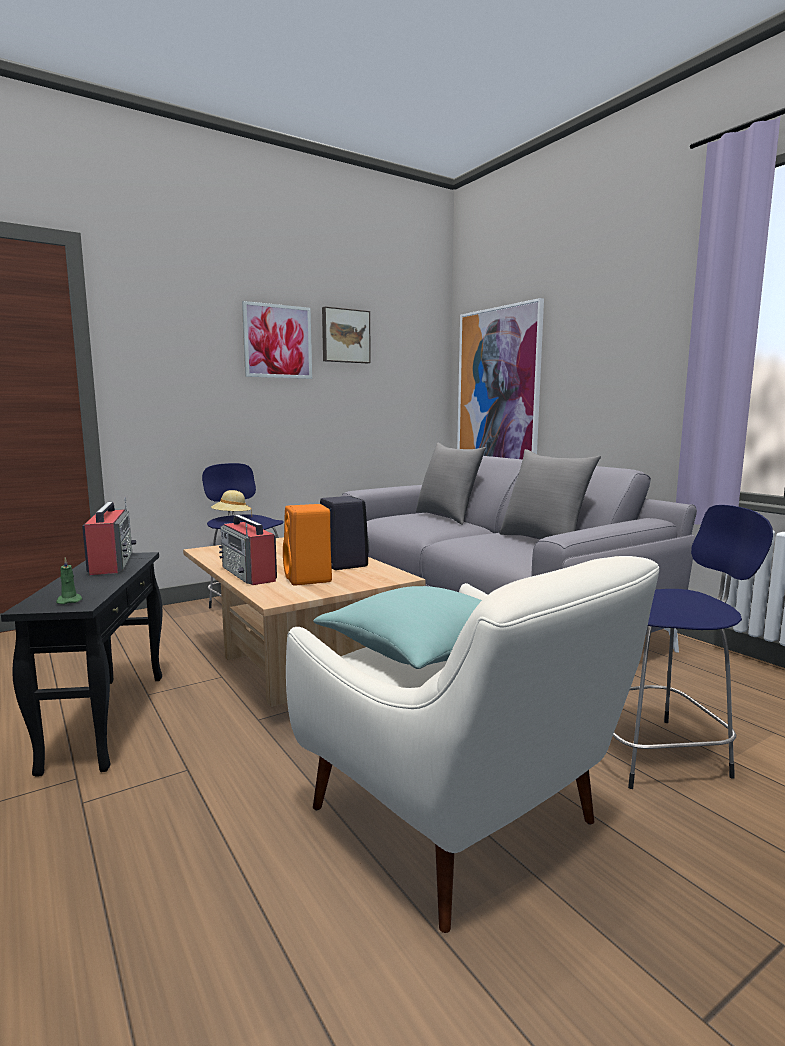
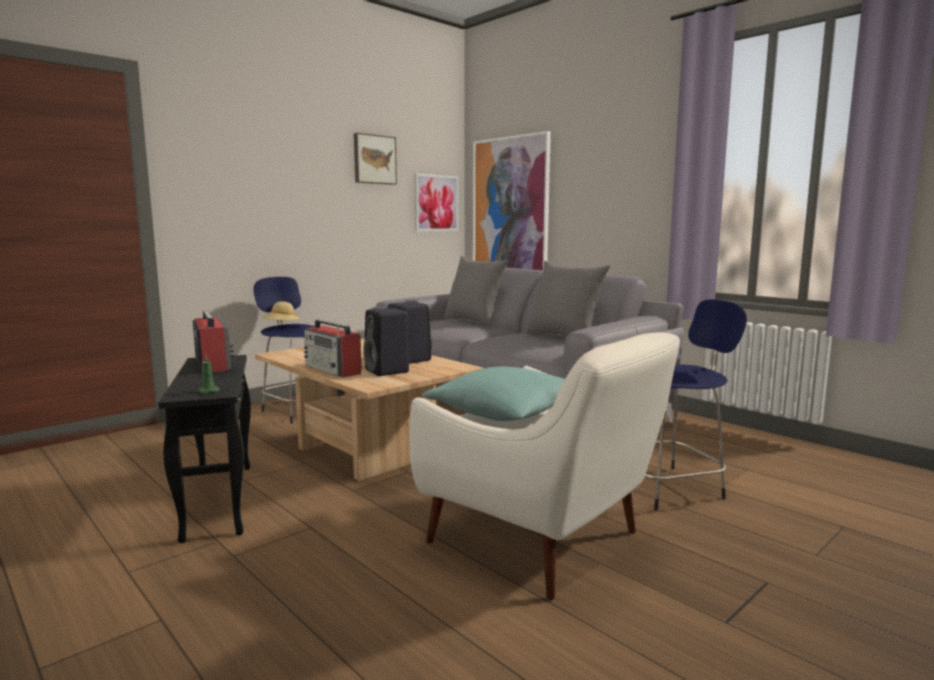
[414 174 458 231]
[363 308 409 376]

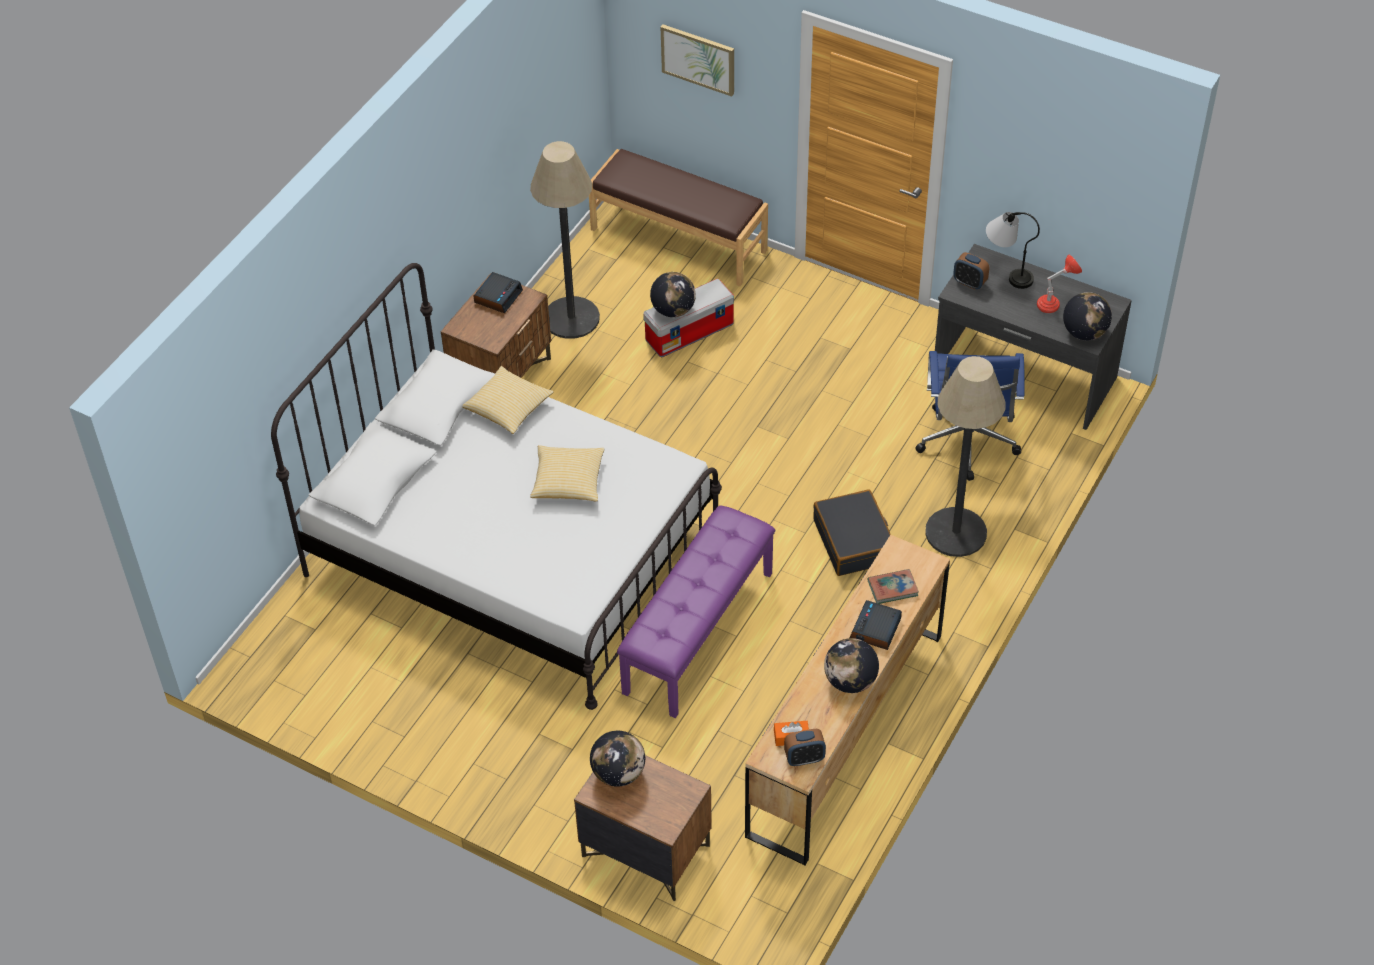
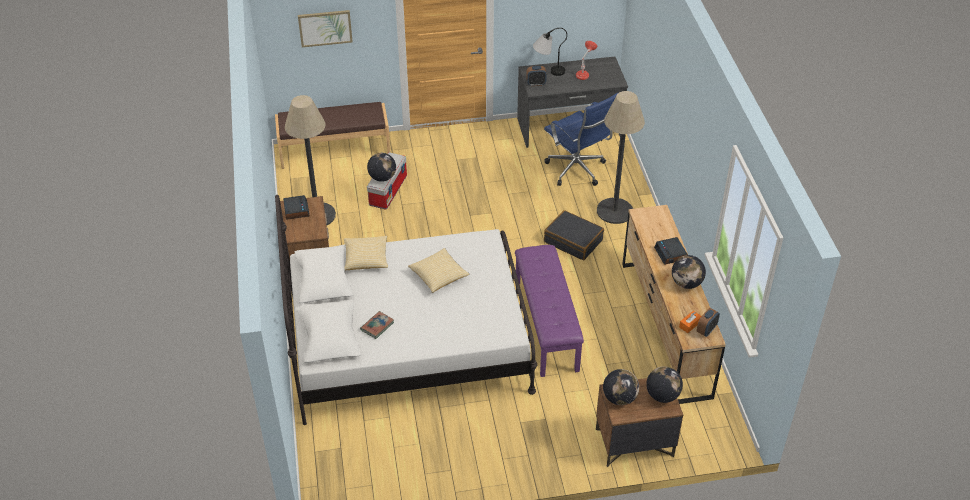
[360 311 394 339]
[646 366 683 403]

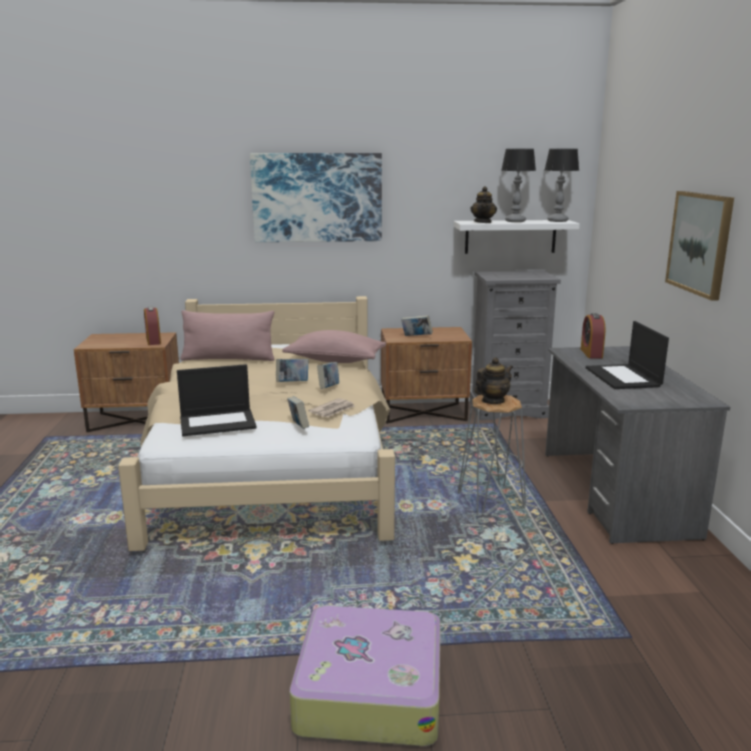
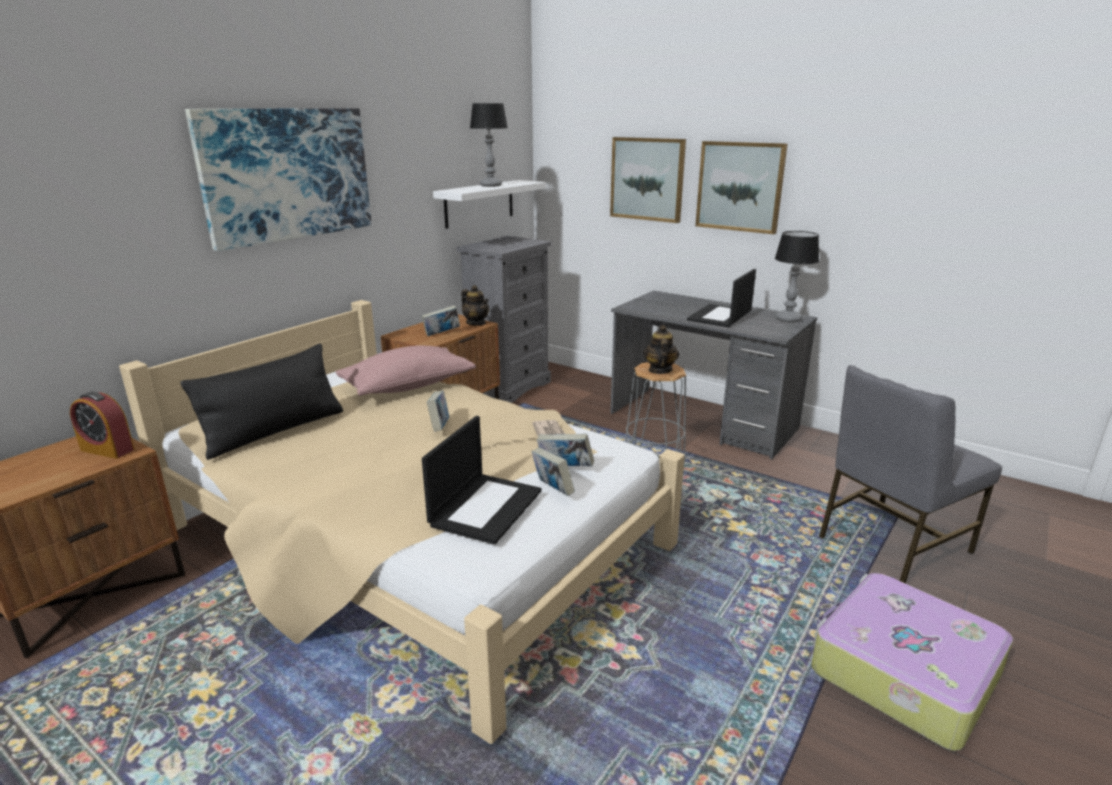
[181 344 343 460]
[531 447 575 496]
[461 285 489 325]
[775 231 819 322]
[581 313 605 358] (first image)
[687 269 756 327]
[610 137 686 223]
[819 365 1002 584]

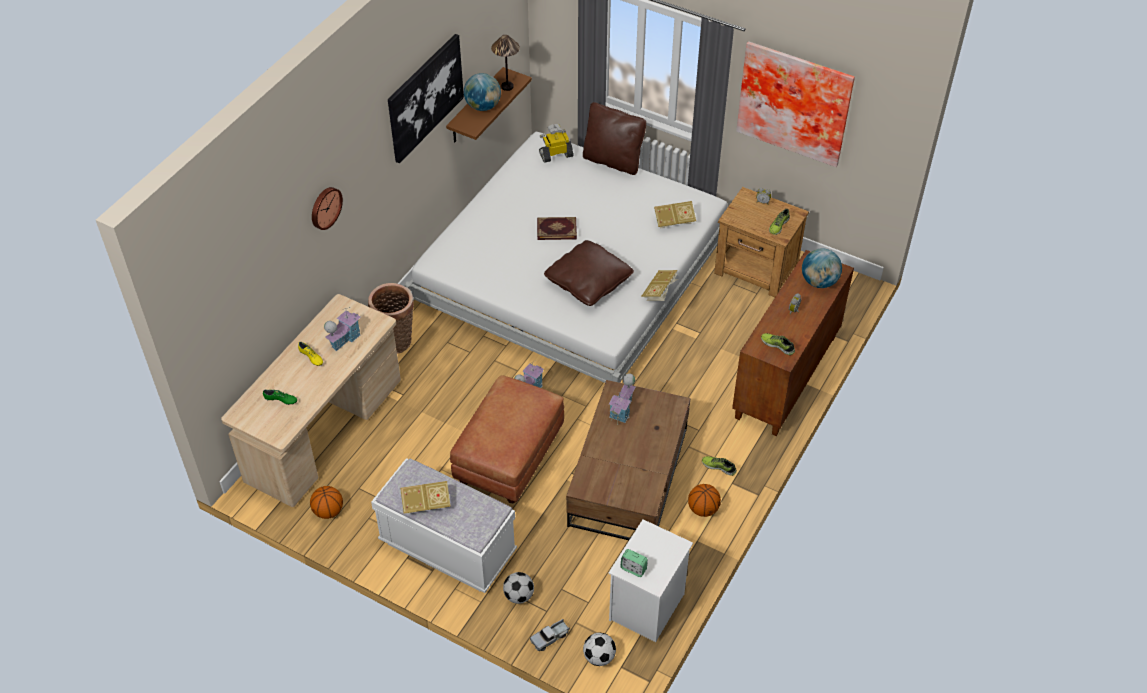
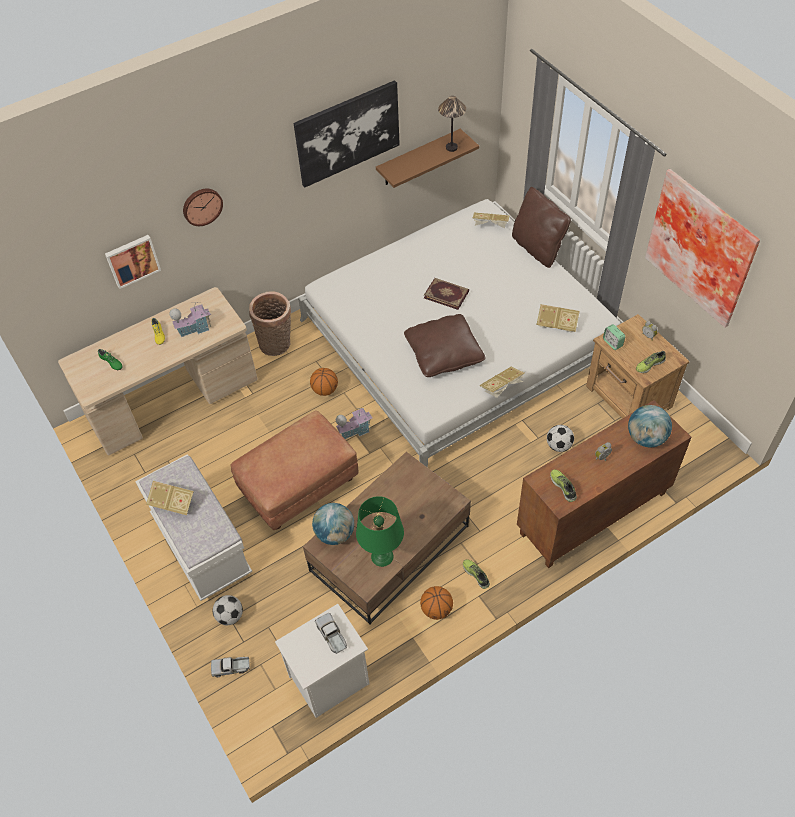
[310 368 338 396]
[312 503 354 545]
[473 213 509 228]
[547 425 574 452]
[609 373 636 425] (first image)
[603 324 625 350]
[105 235 161 289]
[315 613 347 654]
[356 496 404 567]

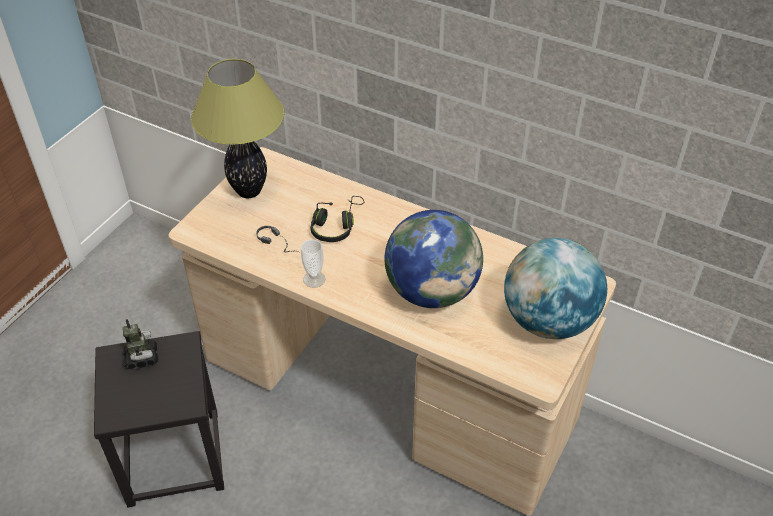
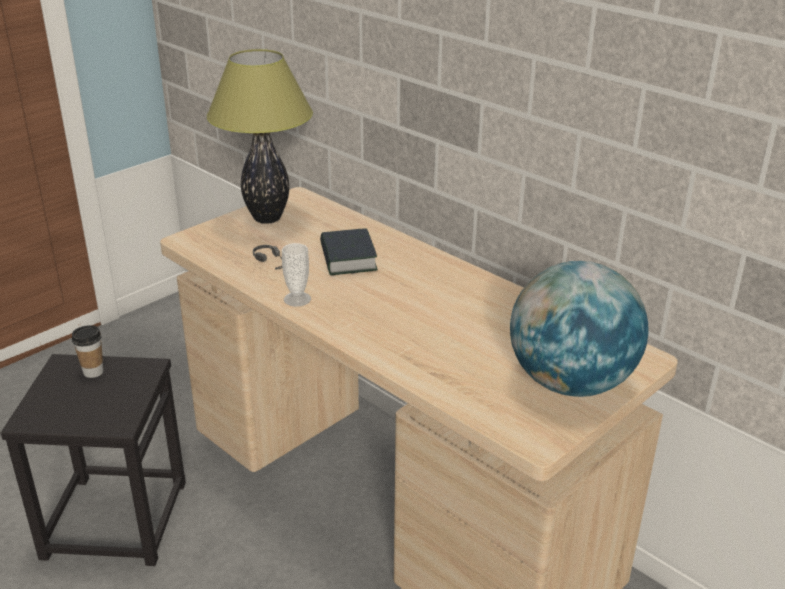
[72 325 104 378]
[320 228 378 275]
[385 210 483 308] (first image)

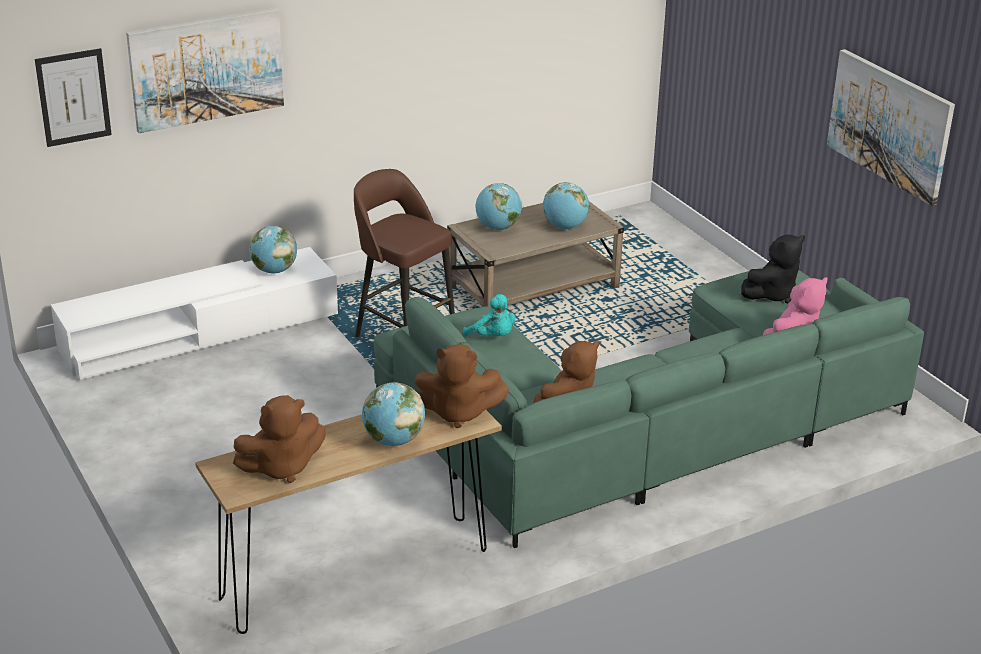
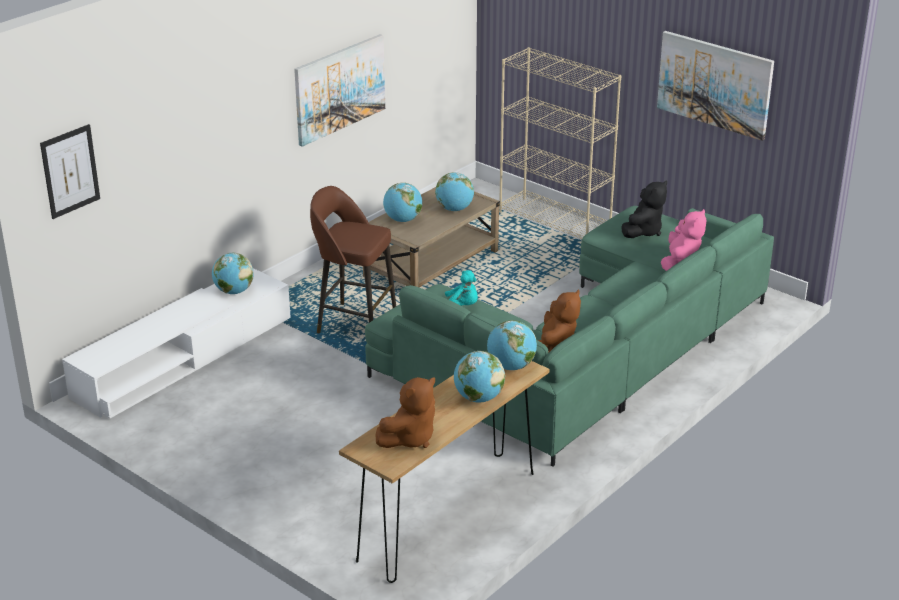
[294 34 385 147]
[487 320 537 370]
[499 47 622 239]

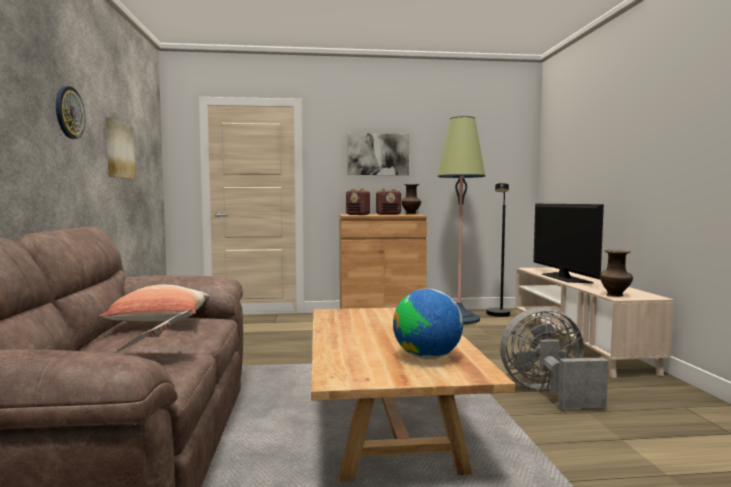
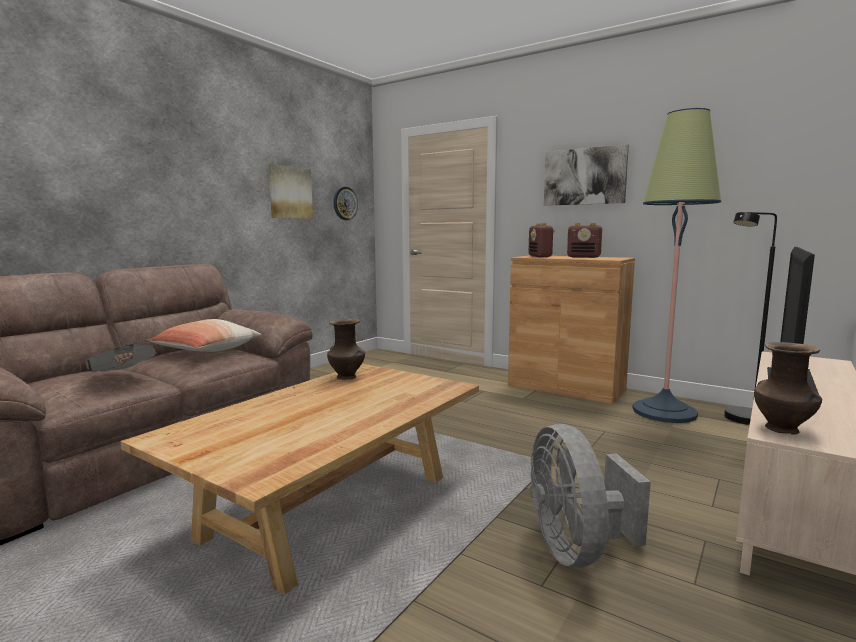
[334 187 358 220]
[393 289 463 359] (first image)
[327 318 365 380]
[530 424 651 567]

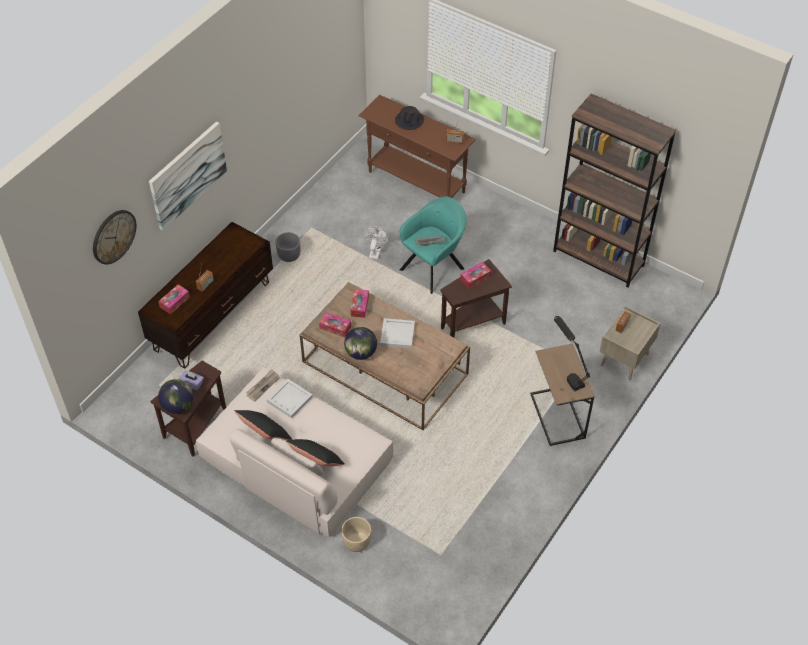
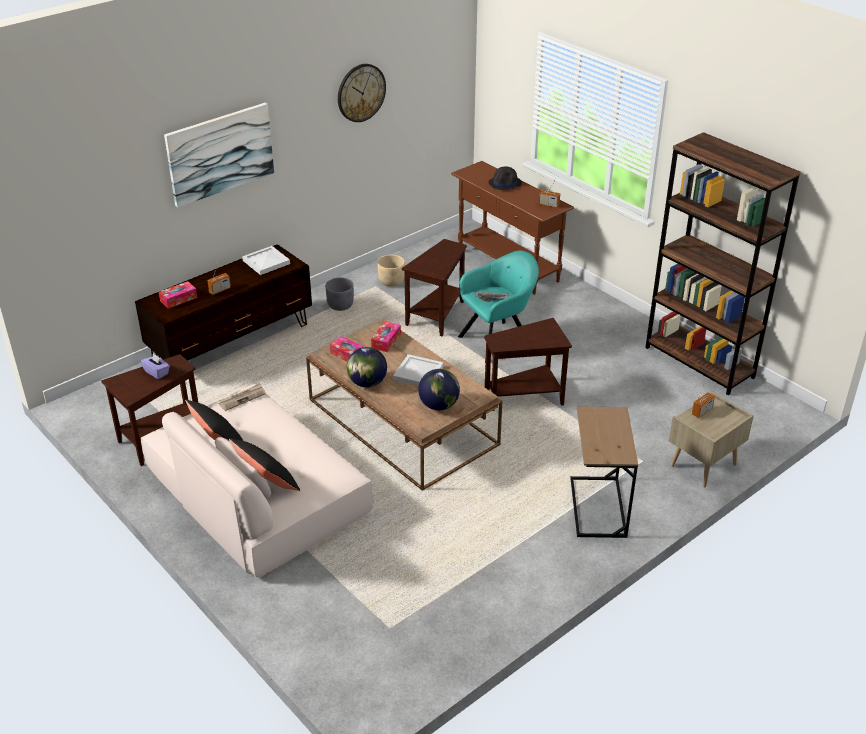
[338 64 386 122]
[418 369 460 410]
[242 246 290 275]
[377 255 405 287]
[402 239 467 336]
[460 262 491 289] (first image)
[554 316 590 392] (first image)

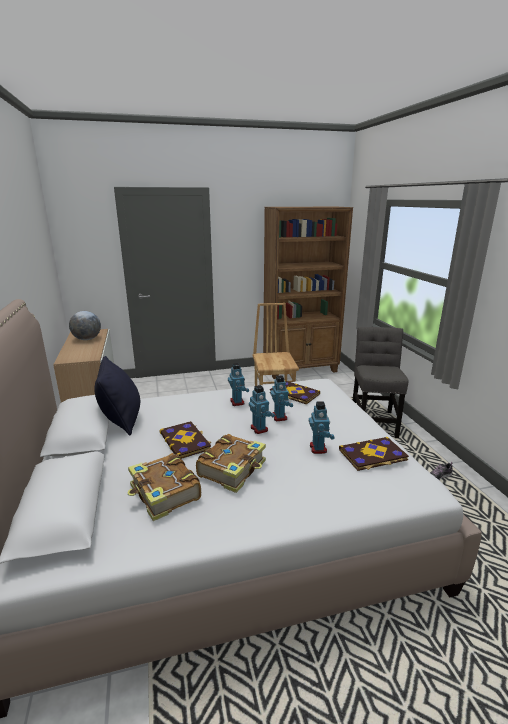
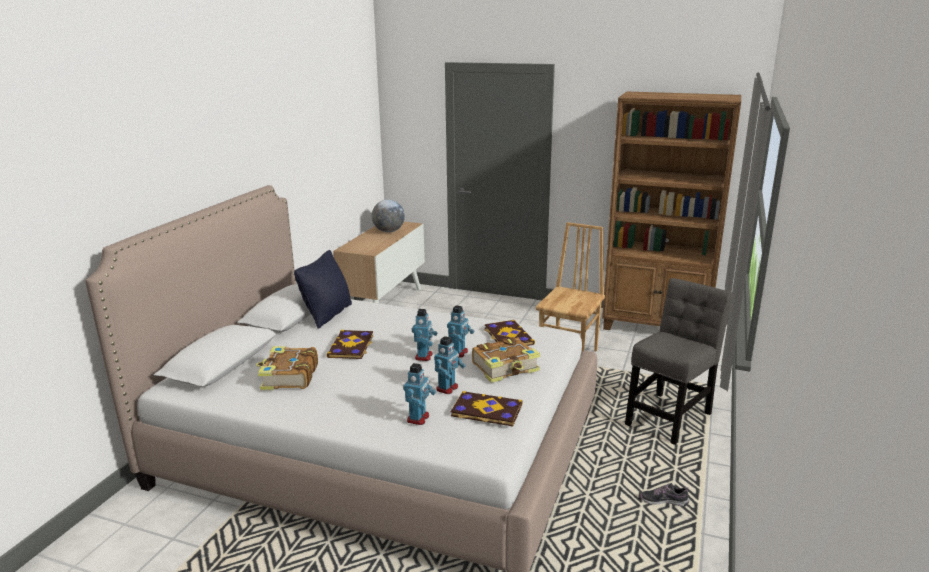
[472 337 540 383]
[403 363 436 425]

